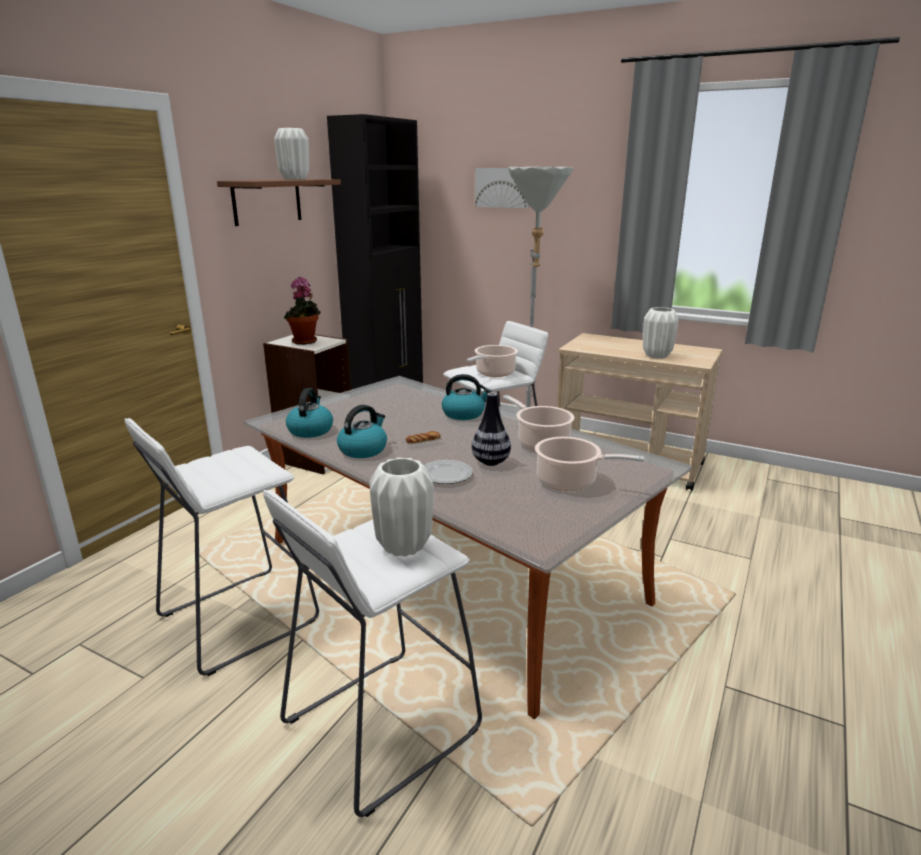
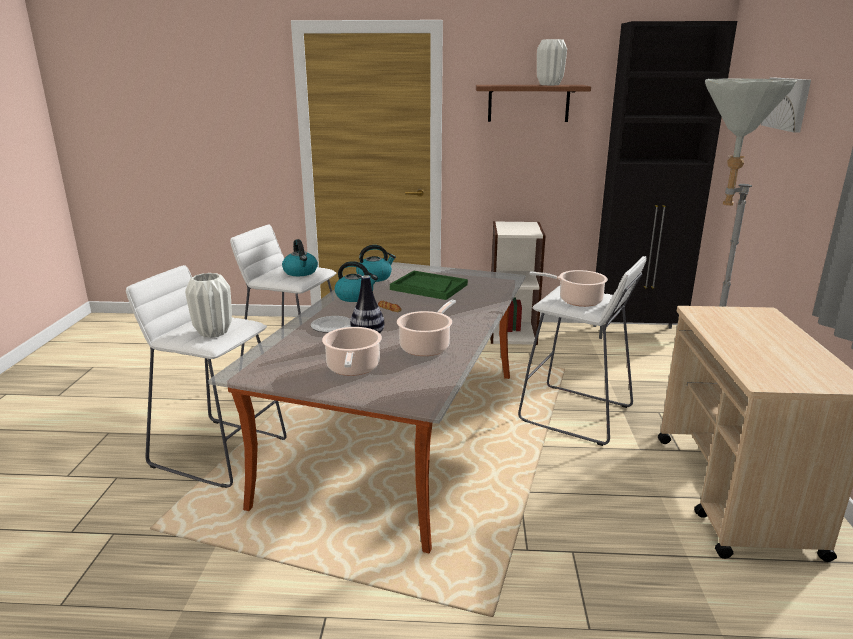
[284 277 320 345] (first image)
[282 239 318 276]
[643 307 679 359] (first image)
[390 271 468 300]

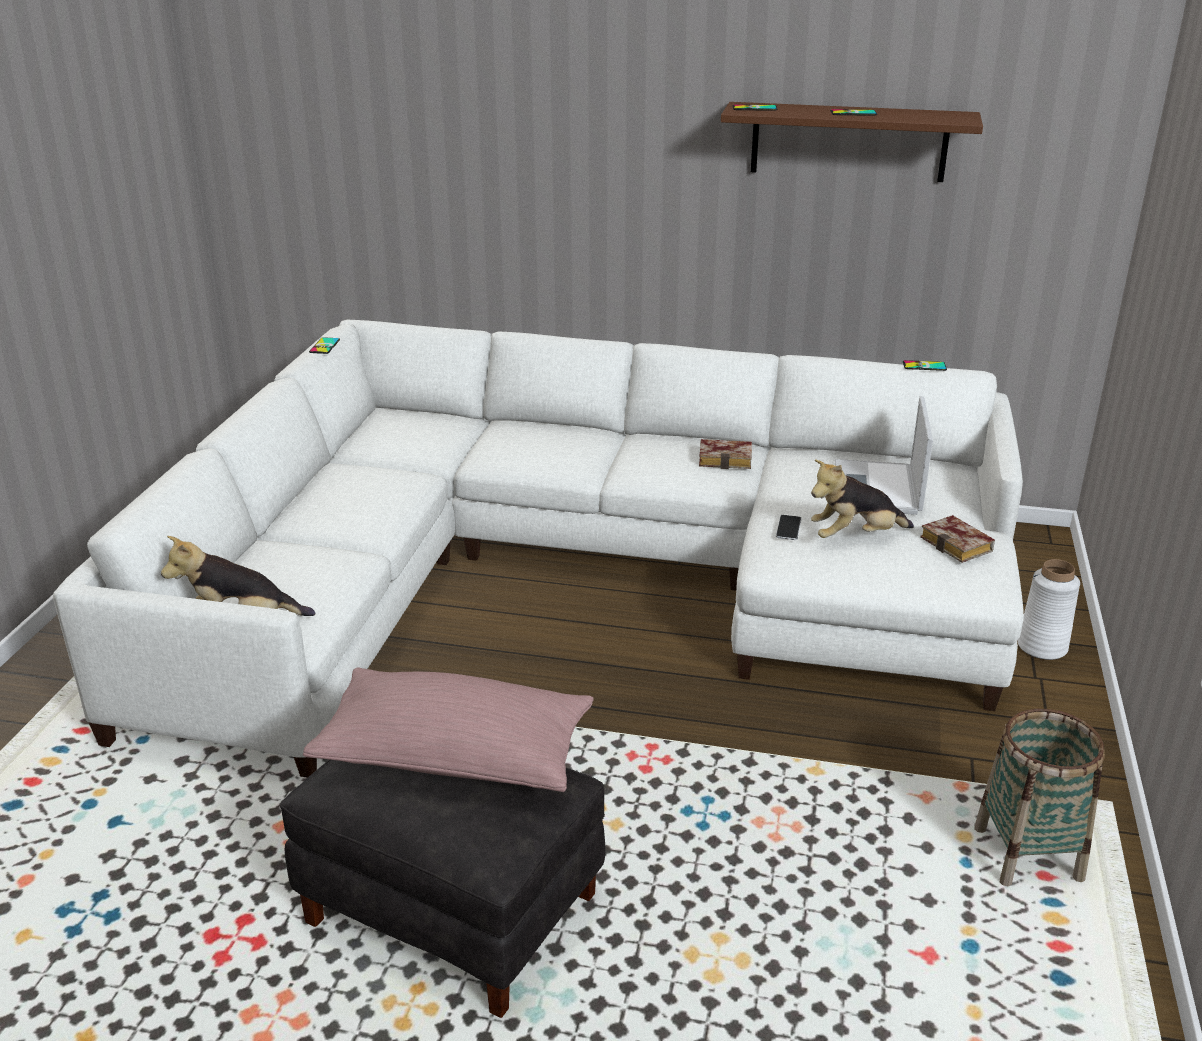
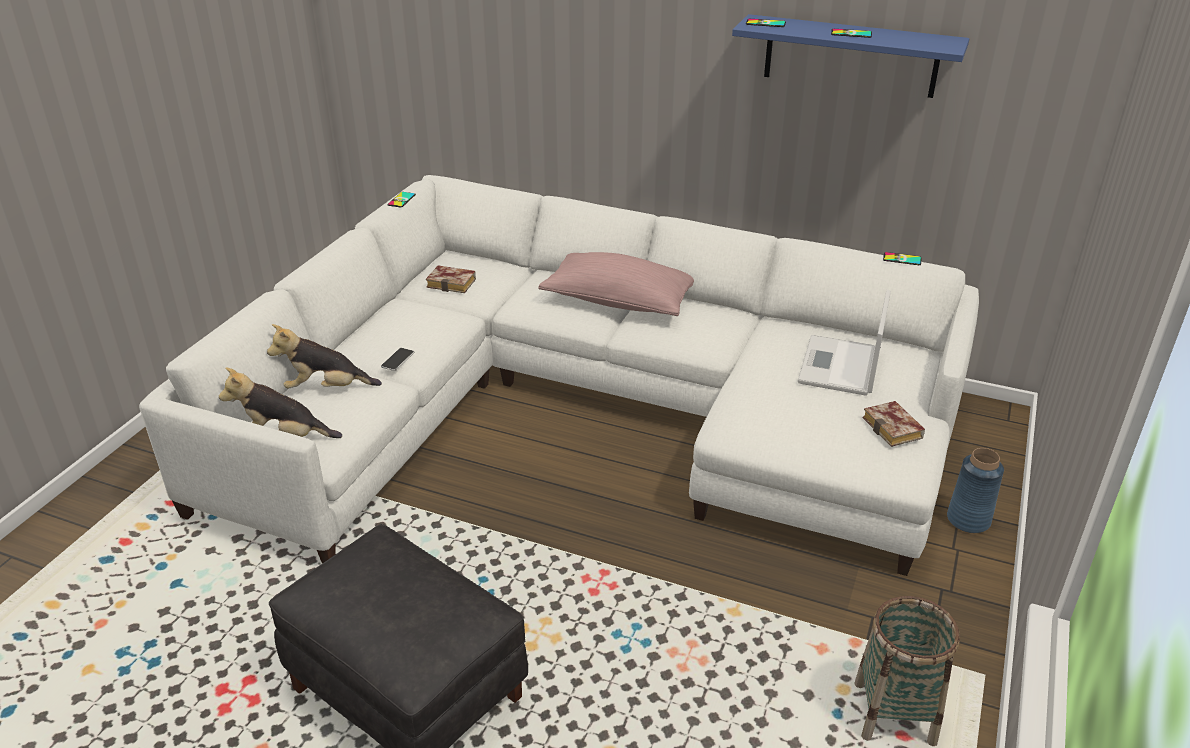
[538 252 694 316]
[426 265 476 293]
[732 14 970 98]
[381 348 414 371]
[267 324 382 388]
[947 448 1004 533]

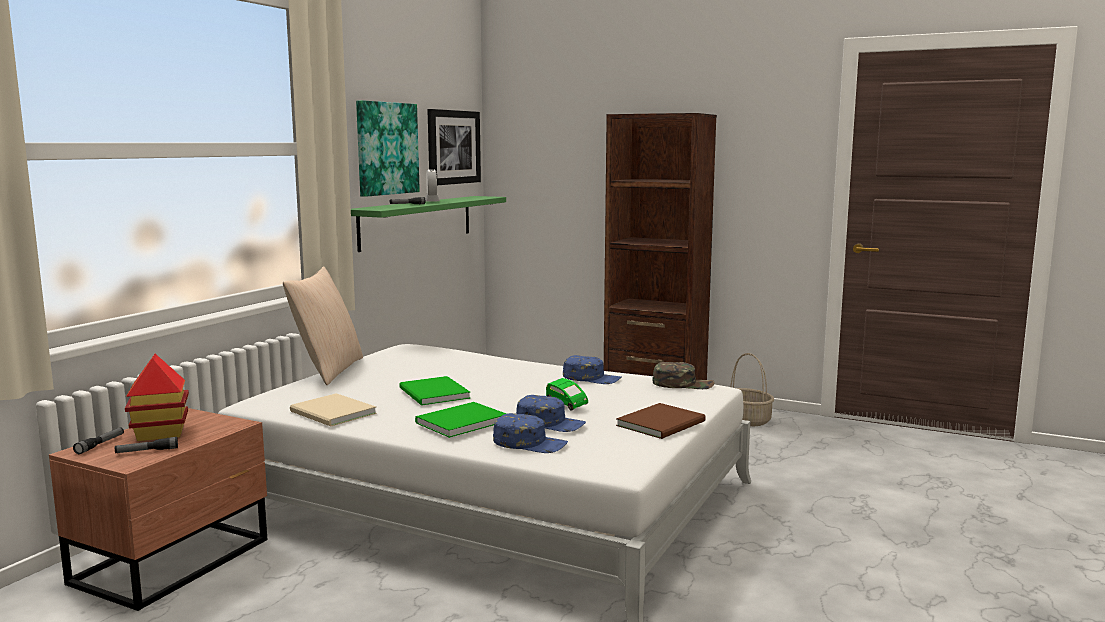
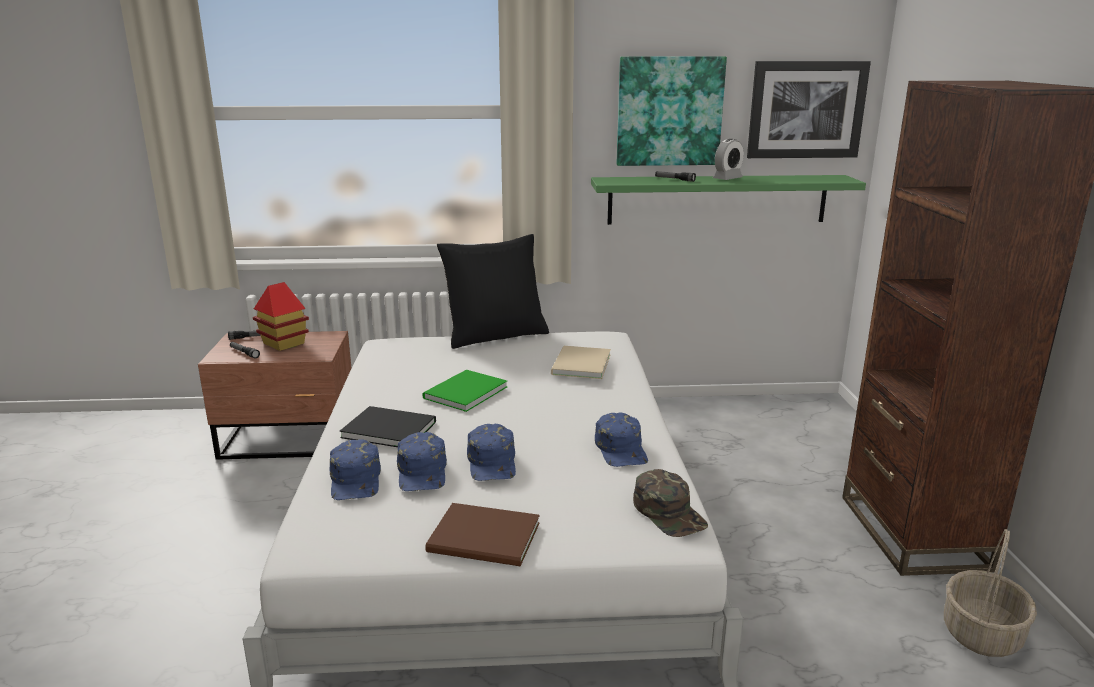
[437 234 549 349]
[551 346 611 379]
[340 406 436 447]
[467 424 516 481]

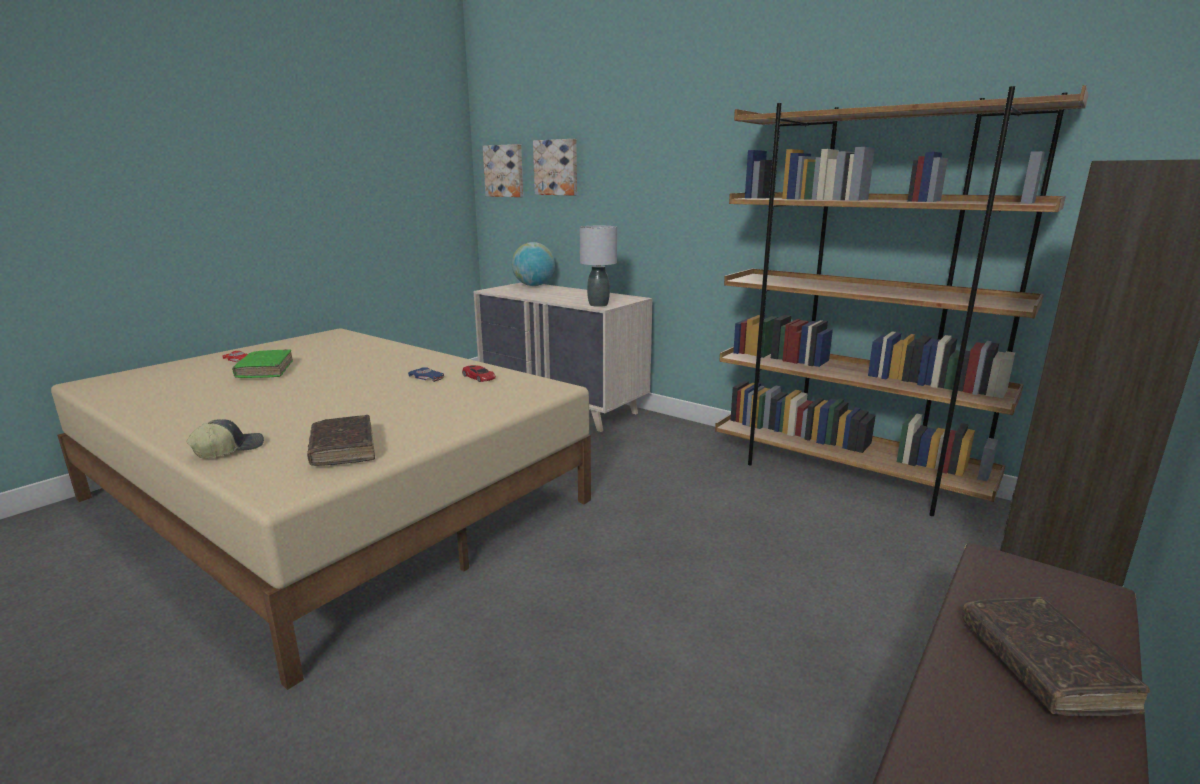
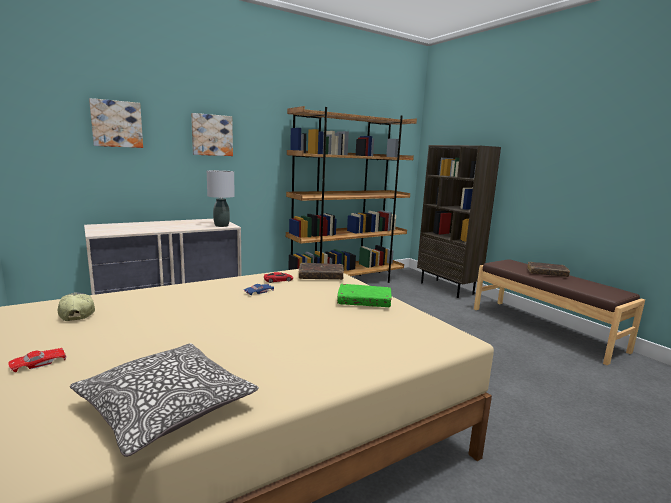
[58 292 95 321]
[337 284 392 307]
[299 263 344 280]
[191 113 233 156]
[512 242 555 286] (first image)
[70 343 259 457]

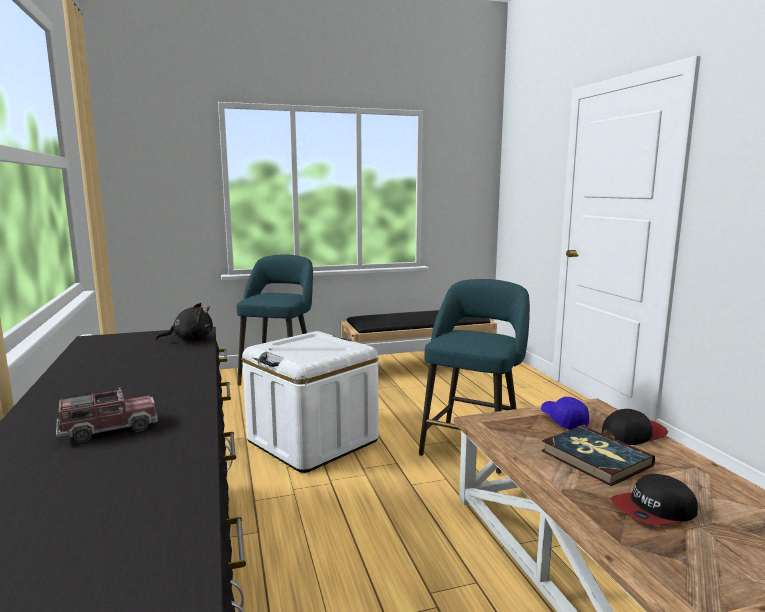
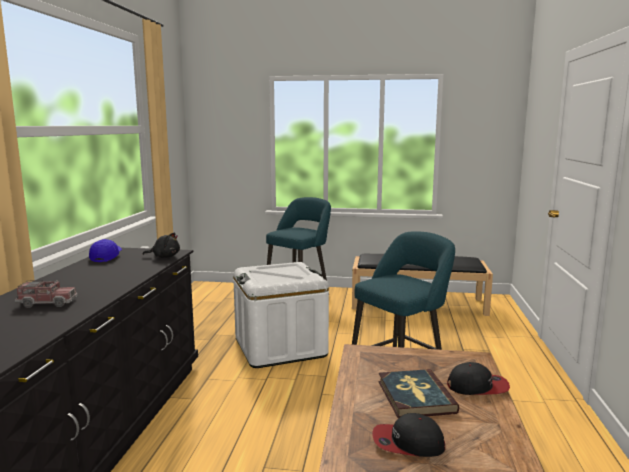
[89 239 122 262]

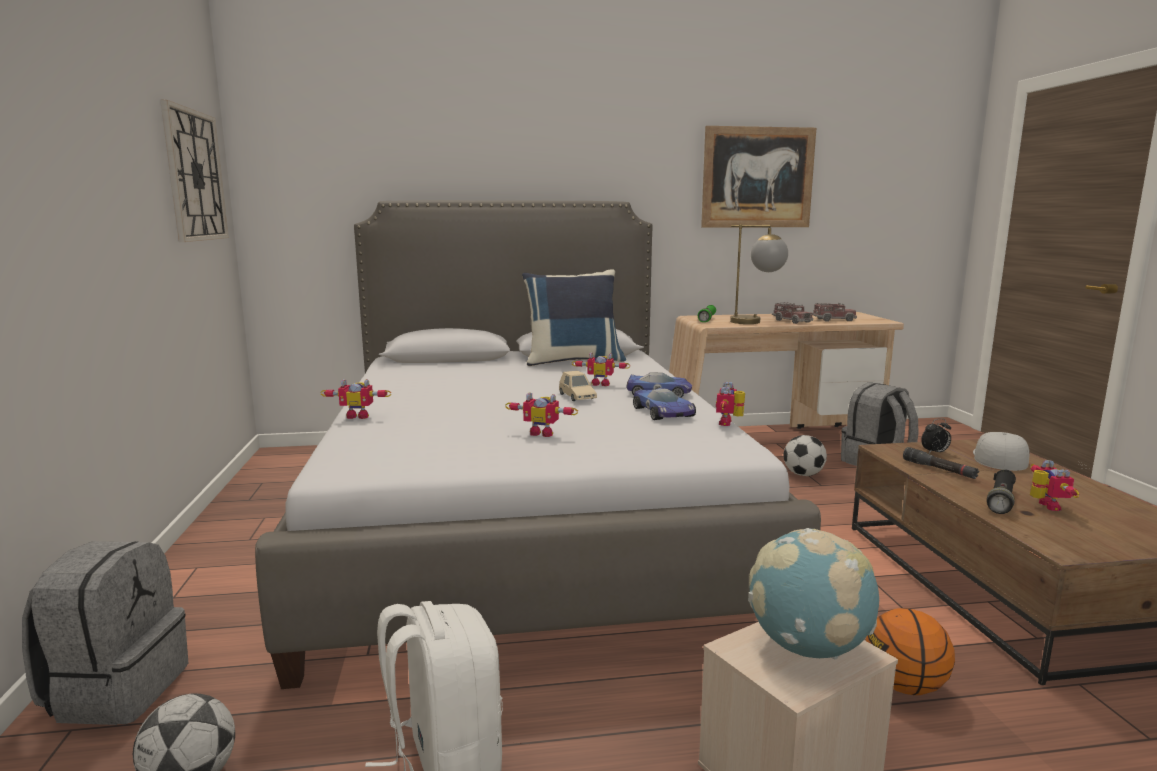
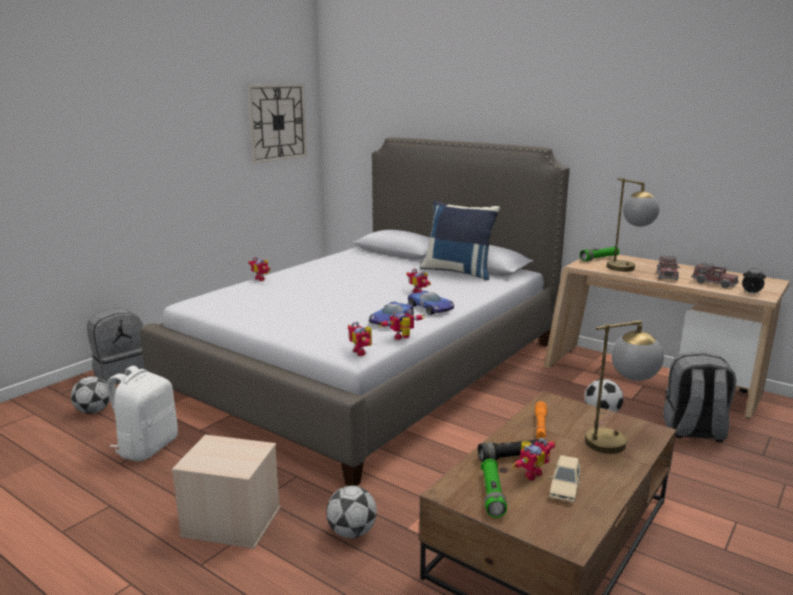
[348 322 372 356]
[549 455 581 503]
[701 126 816 228] (first image)
[748 528 879 659] (first image)
[326 485 377 538]
[535 401 547 439]
[742 268 766 294]
[585 320 664 454]
[481 459 507 518]

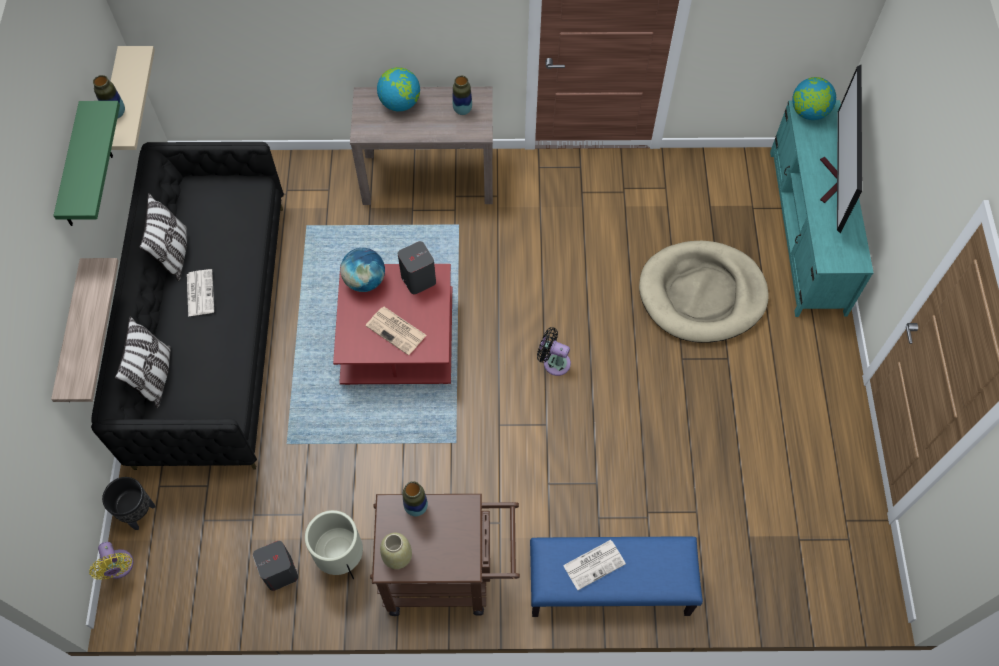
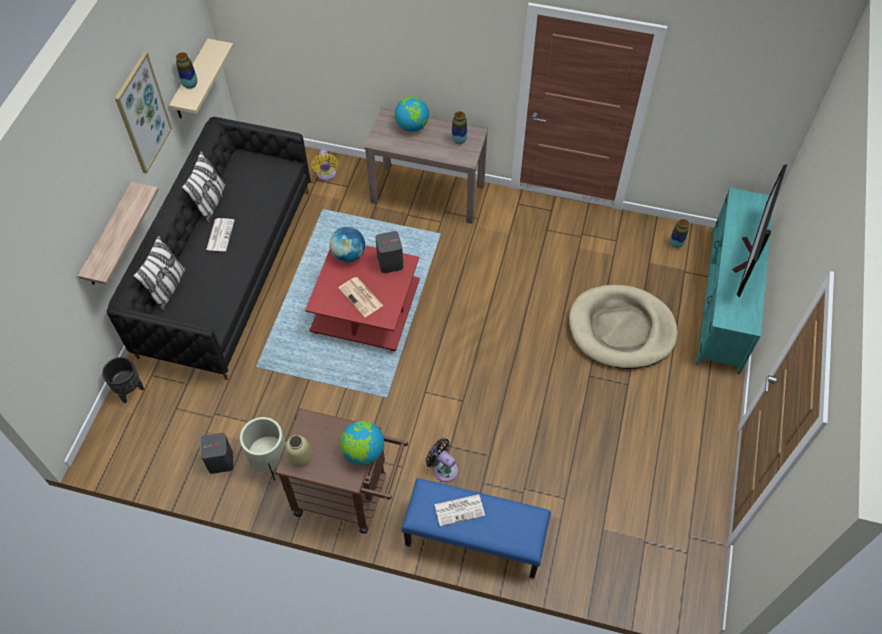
[115 52 172 174]
[311 149 339 181]
[670 219 689 248]
[425 438 458 482]
[340 421 384 465]

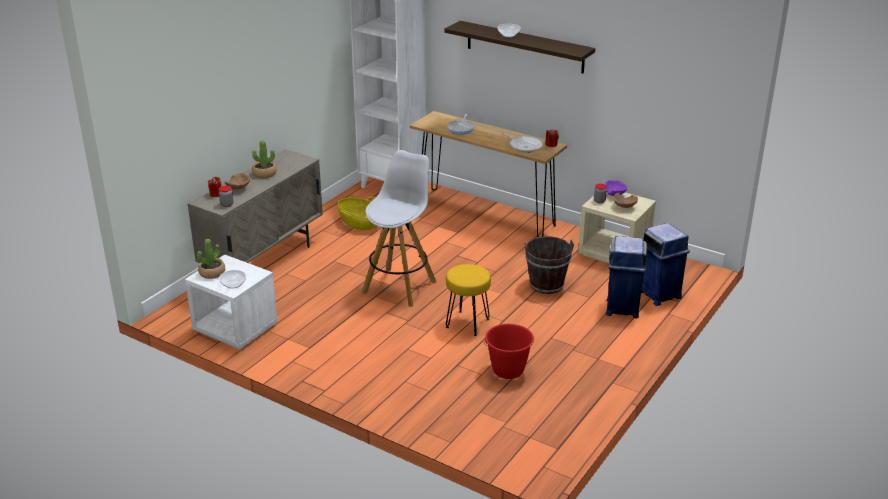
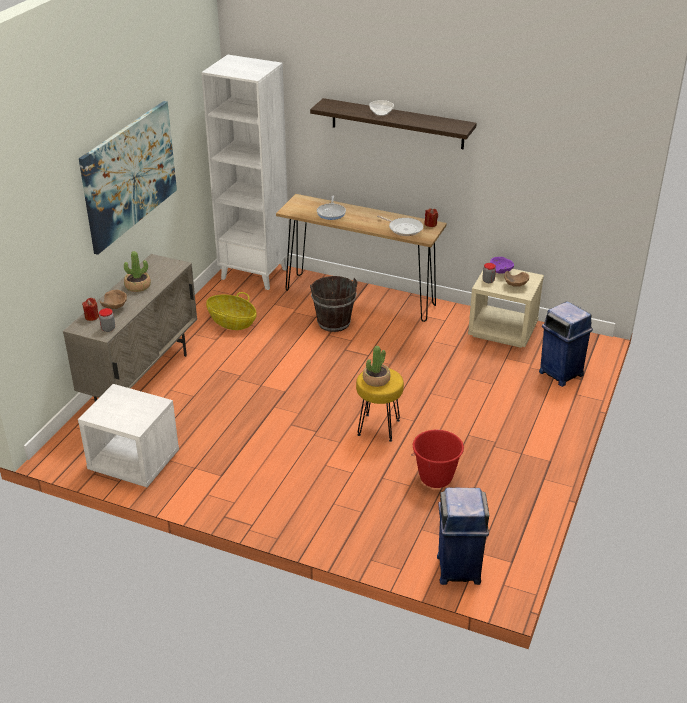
[363 346 391 387]
[219 270 246 289] (first image)
[361 150 437 307] (first image)
[310 276 358 332]
[437 488 489 585]
[79 101 177 255]

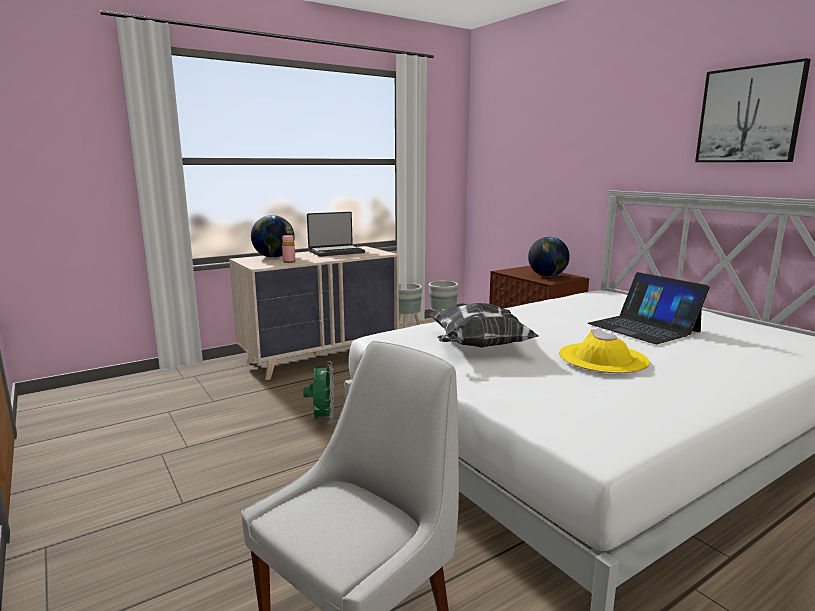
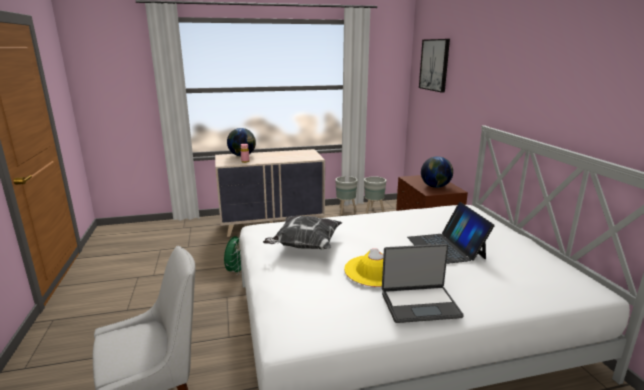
[382 244 464 323]
[419 39 450 93]

